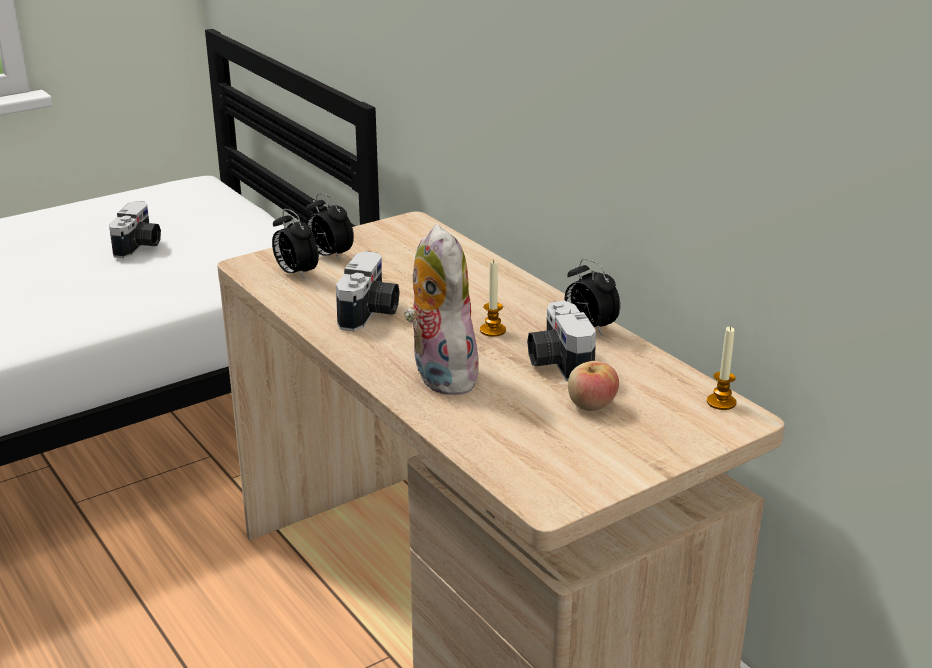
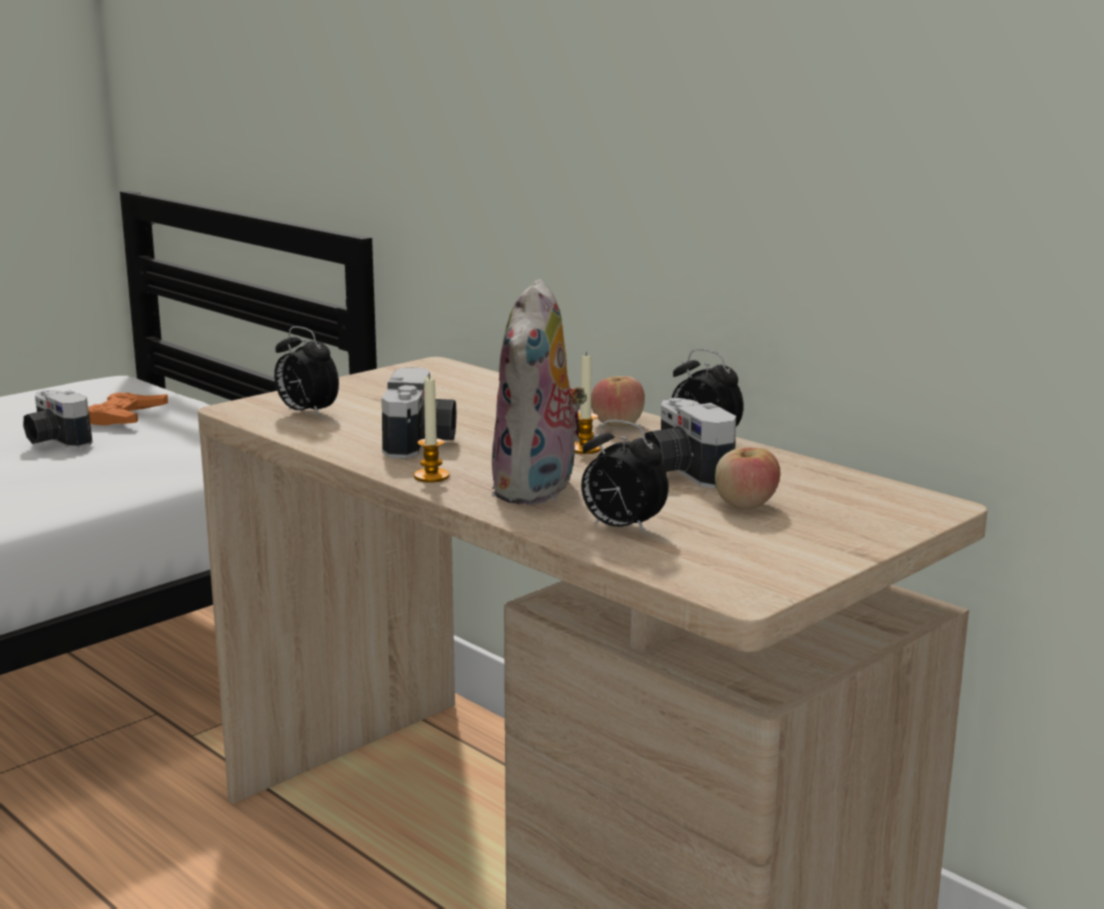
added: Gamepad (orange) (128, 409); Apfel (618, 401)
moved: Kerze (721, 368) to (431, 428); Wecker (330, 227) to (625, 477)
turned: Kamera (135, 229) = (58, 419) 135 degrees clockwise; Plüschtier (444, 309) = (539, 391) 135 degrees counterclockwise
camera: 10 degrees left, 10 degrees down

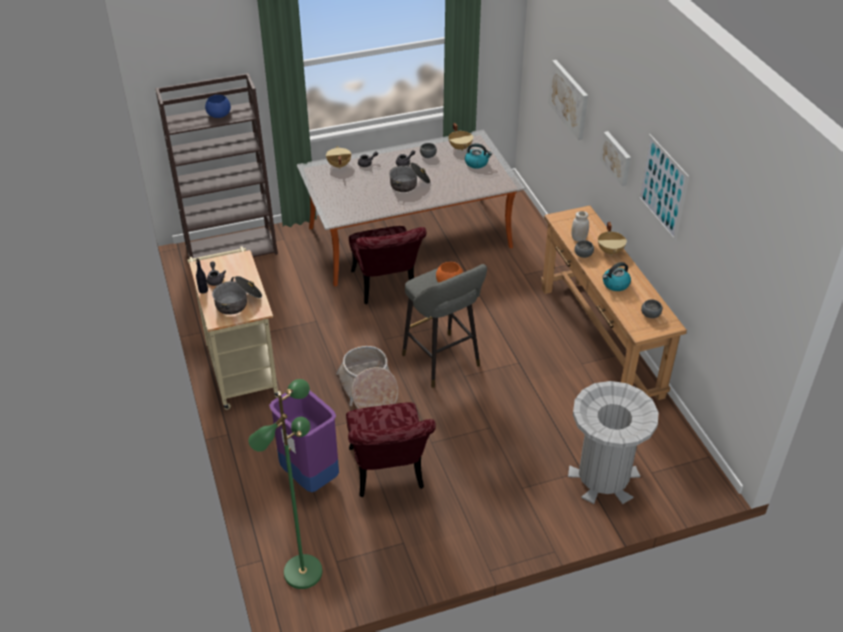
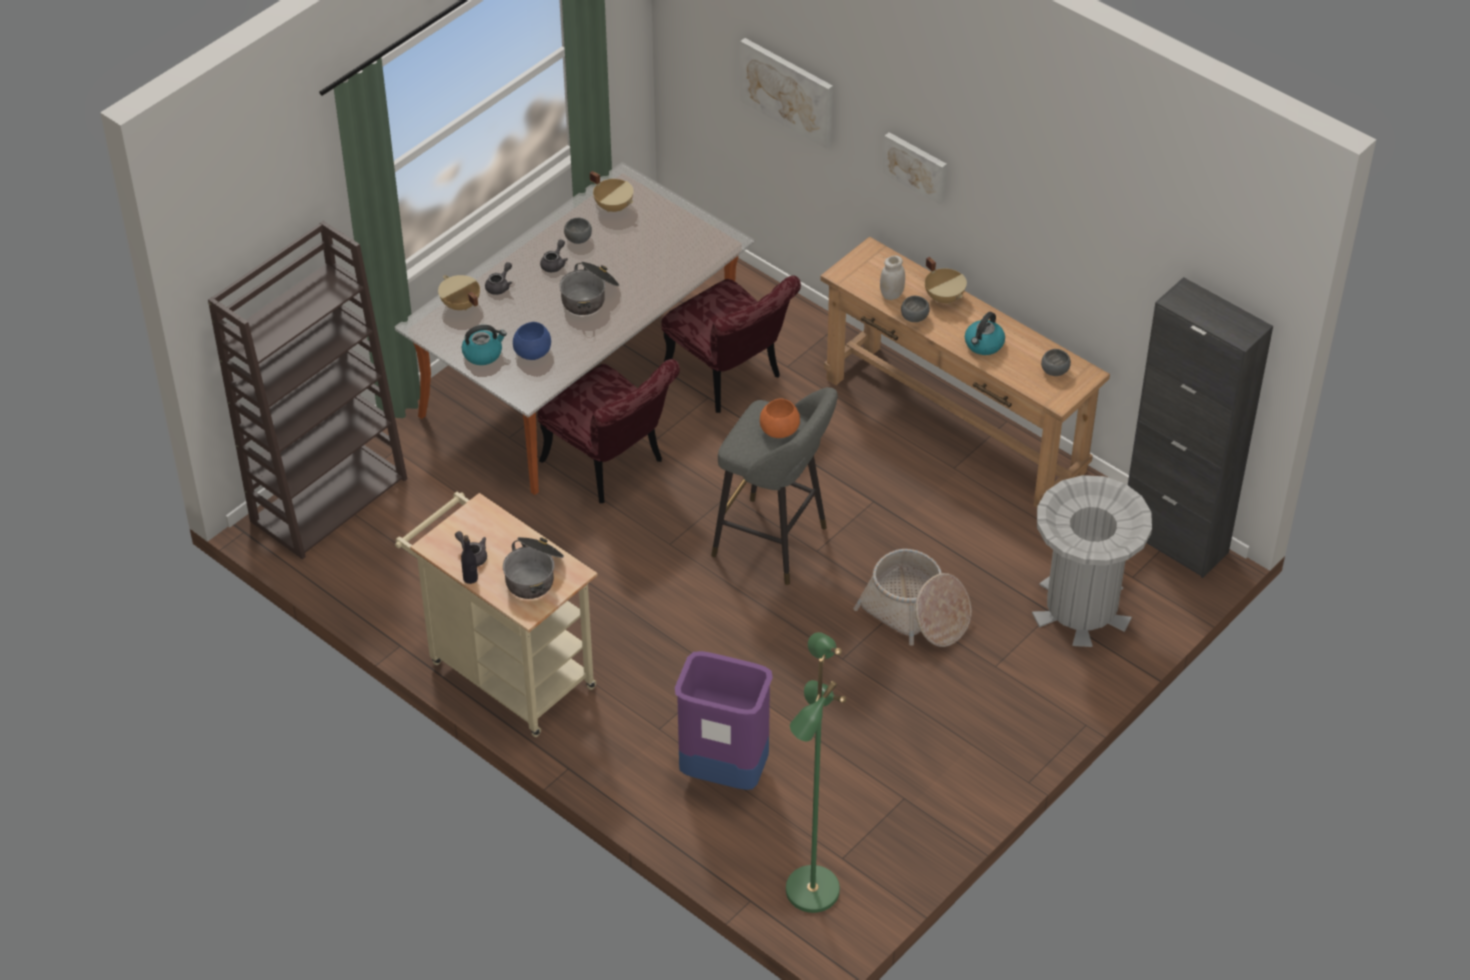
removed: Bild (663, 188)
added: Schrank (schwarz) (1200, 427)
moved: Wasserkessel (478, 156) to (484, 345); Schüssel (blau) (218, 106) to (532, 341); Stuhl (rot) (391, 449) to (731, 344); Korb (367, 377) to (912, 598)
camera: 30 degrees left, 5 degrees up

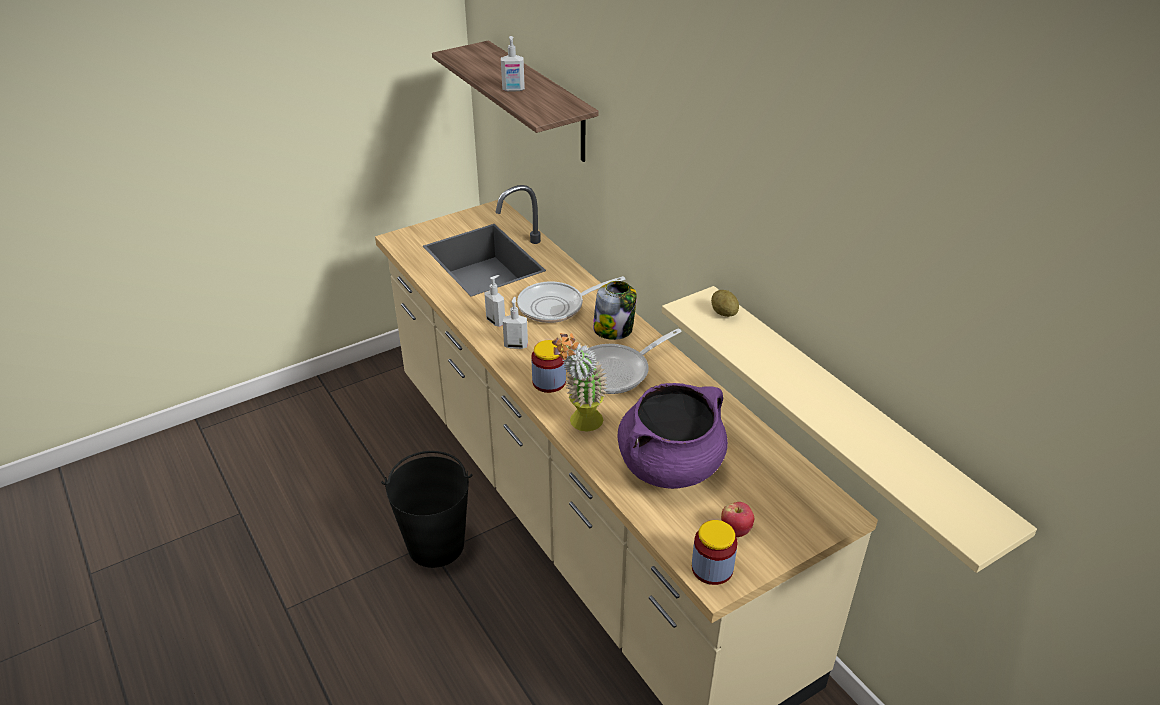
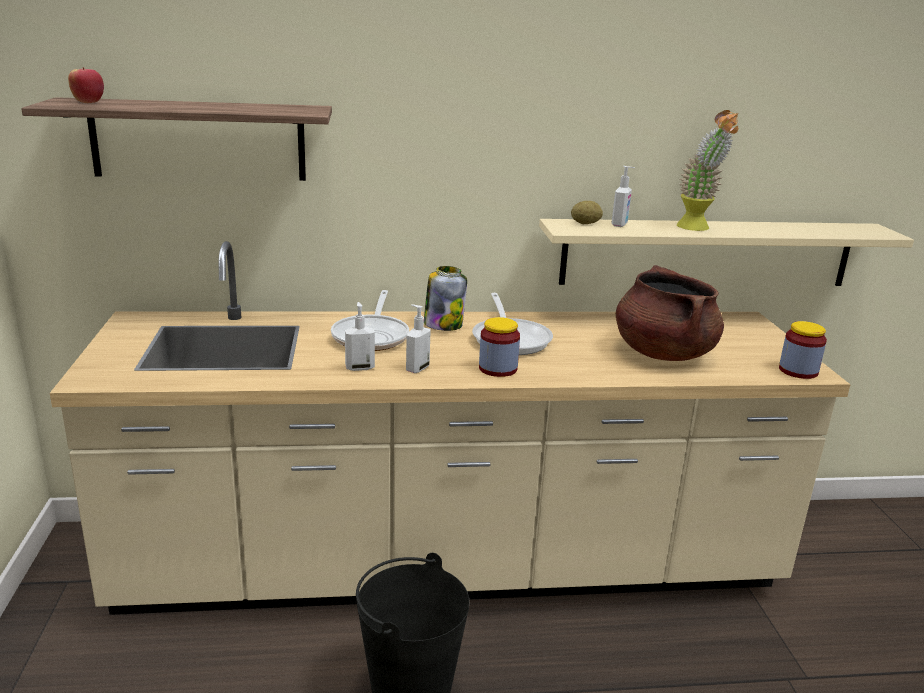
moved: Apfel (737, 519) to (86, 85); Seifenspender (513, 64) to (623, 196); Topfpflanze (579, 382) to (708, 170)
recoloured: Kochtopf (lila) (673, 436) to Kochtopf (braun) (670, 313)
camera: 65 degrees left, 15 degrees down

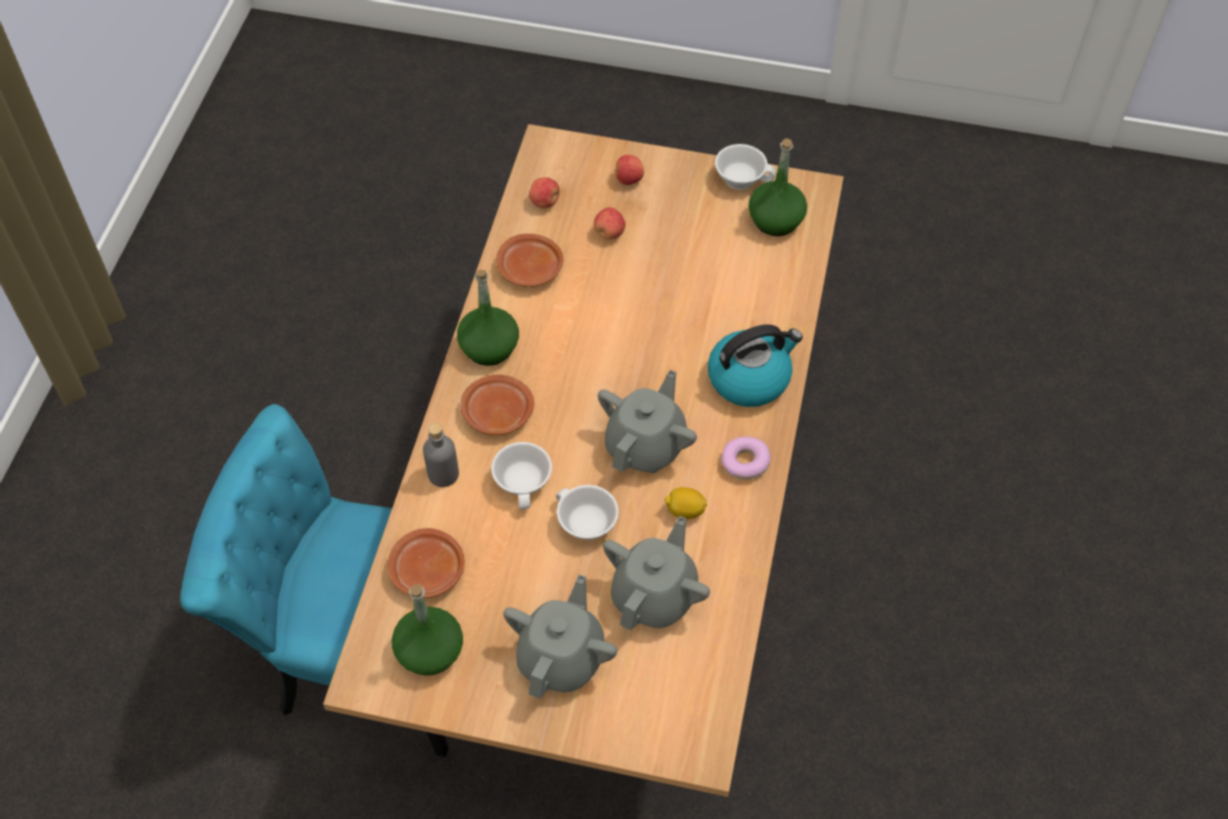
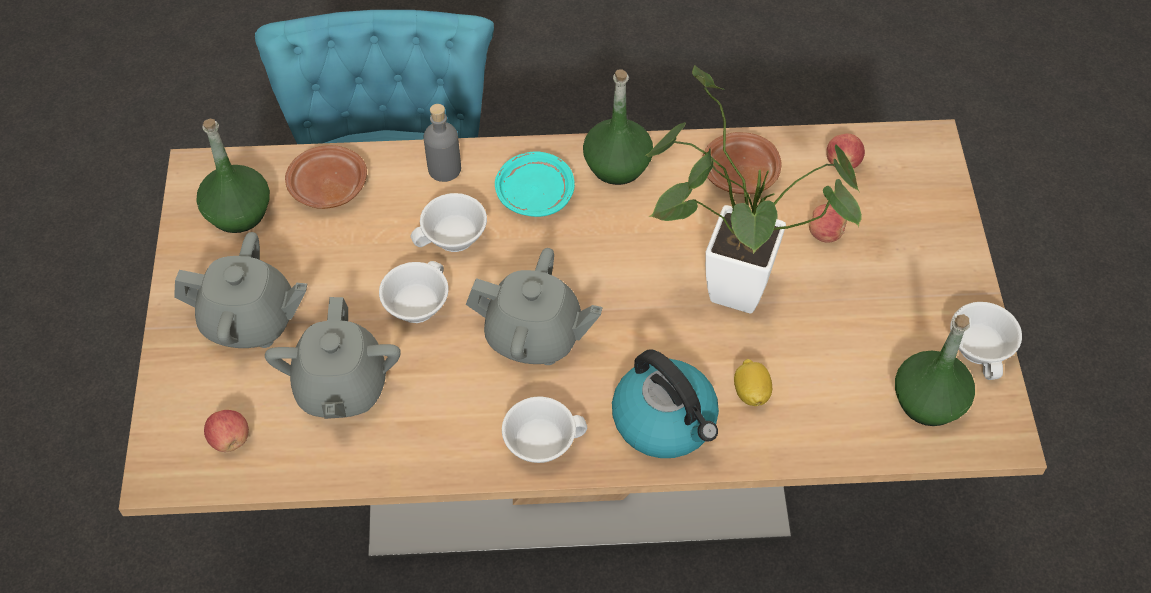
added: Topfpflanze (753, 189)
moved: Apfel (629, 170) to (226, 431); Zitrone (686, 503) to (753, 382)
replaced: Donut (745, 458) to Tasse (weiß) (545, 430)
recoloured: Teller (braun) (497, 405) to Teller (türkis) (535, 184)
turned: Teekanne (grau) (656, 573) = (333, 358) 75 degrees clockwise
camera: 75 degrees right, 0 degrees up

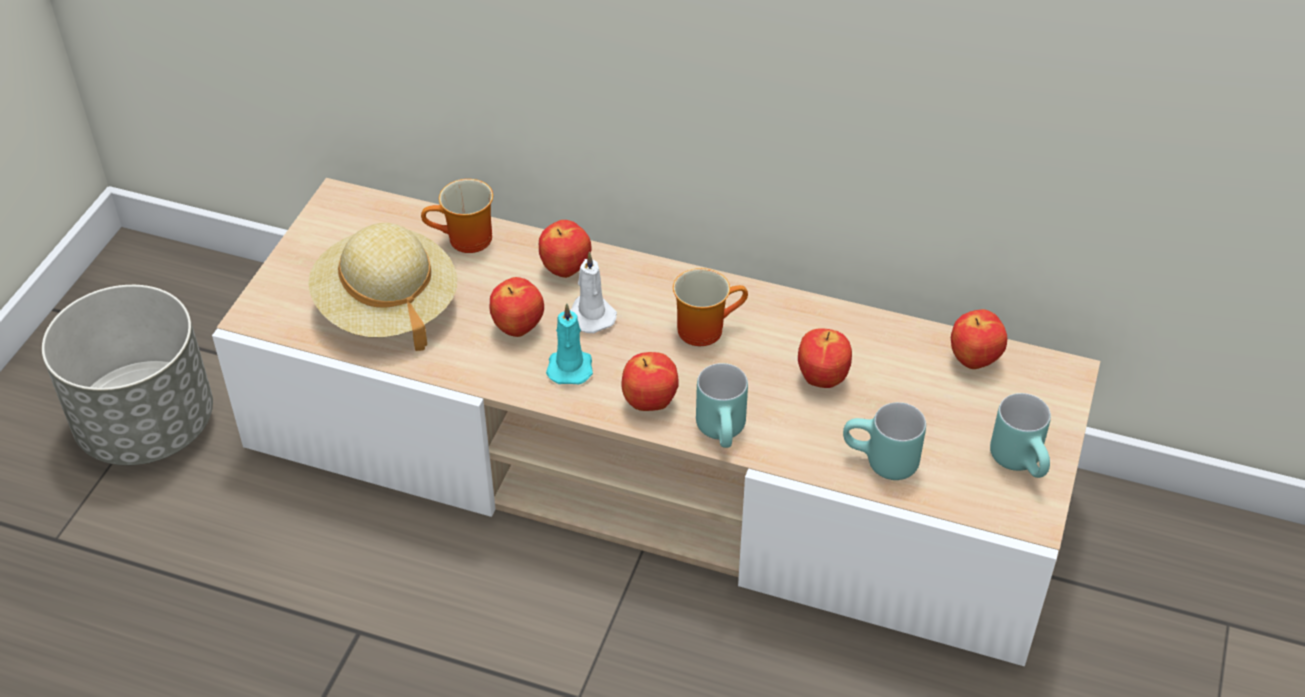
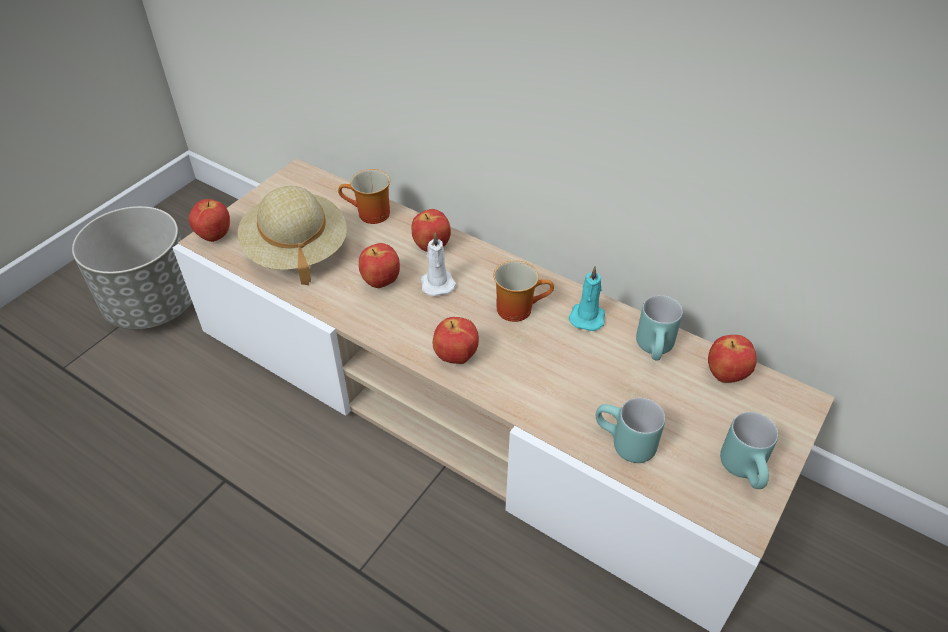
moved: Apfel (825, 358) to (209, 220); Kerze (türkis) (569, 343) to (586, 298); Henkelbecher (türkis) (722, 405) to (659, 328)
camera: 15 degrees right, 0 degrees up

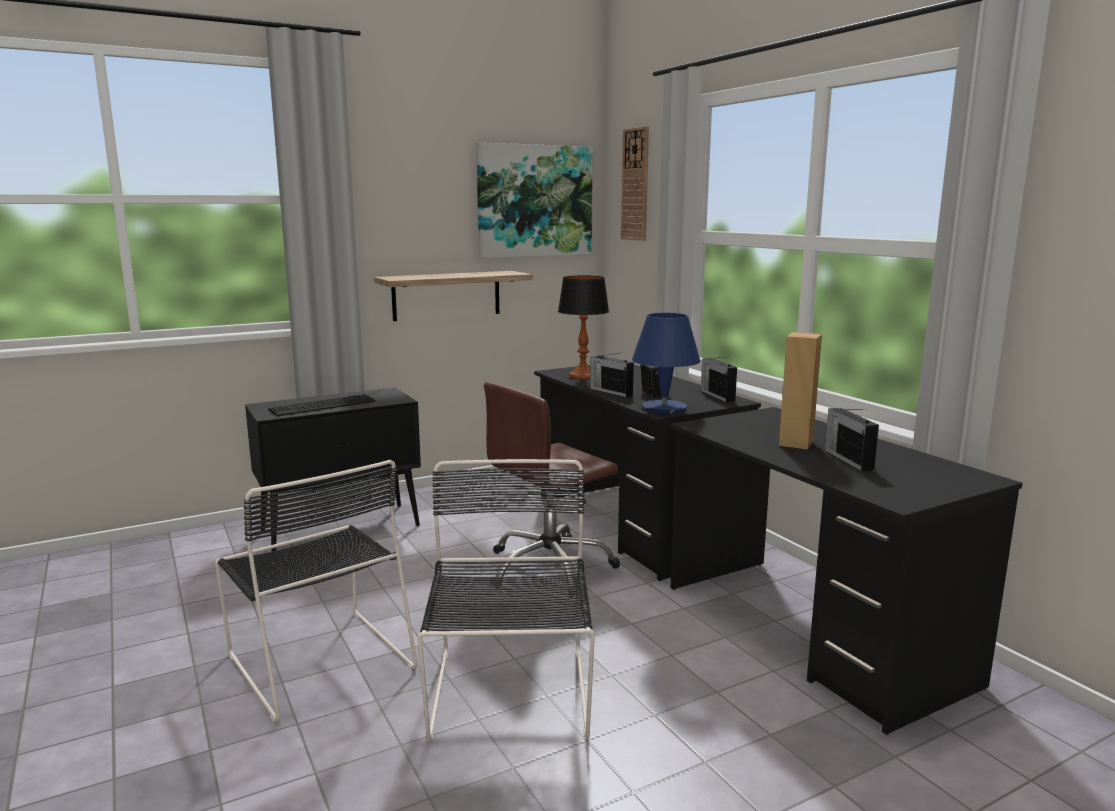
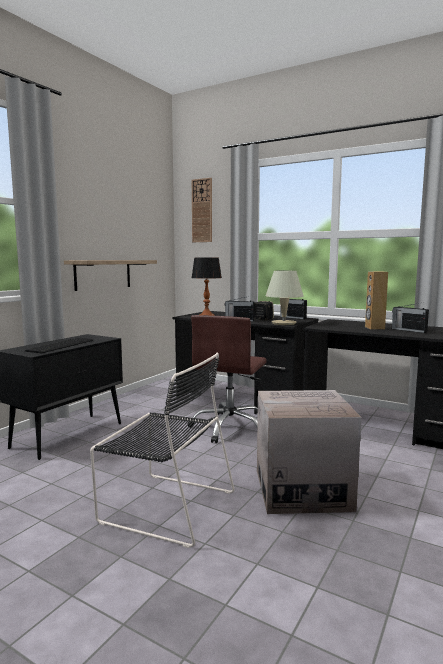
removed: Bild (534, 200)
replaced: Stuhl (schwarz) (506, 600) to Karton (309, 452)
recoloured: Tischlampe (blau) (666, 363) to Tischlampe (beige) (285, 298)
camera: 30 degrees left, 5 degrees down

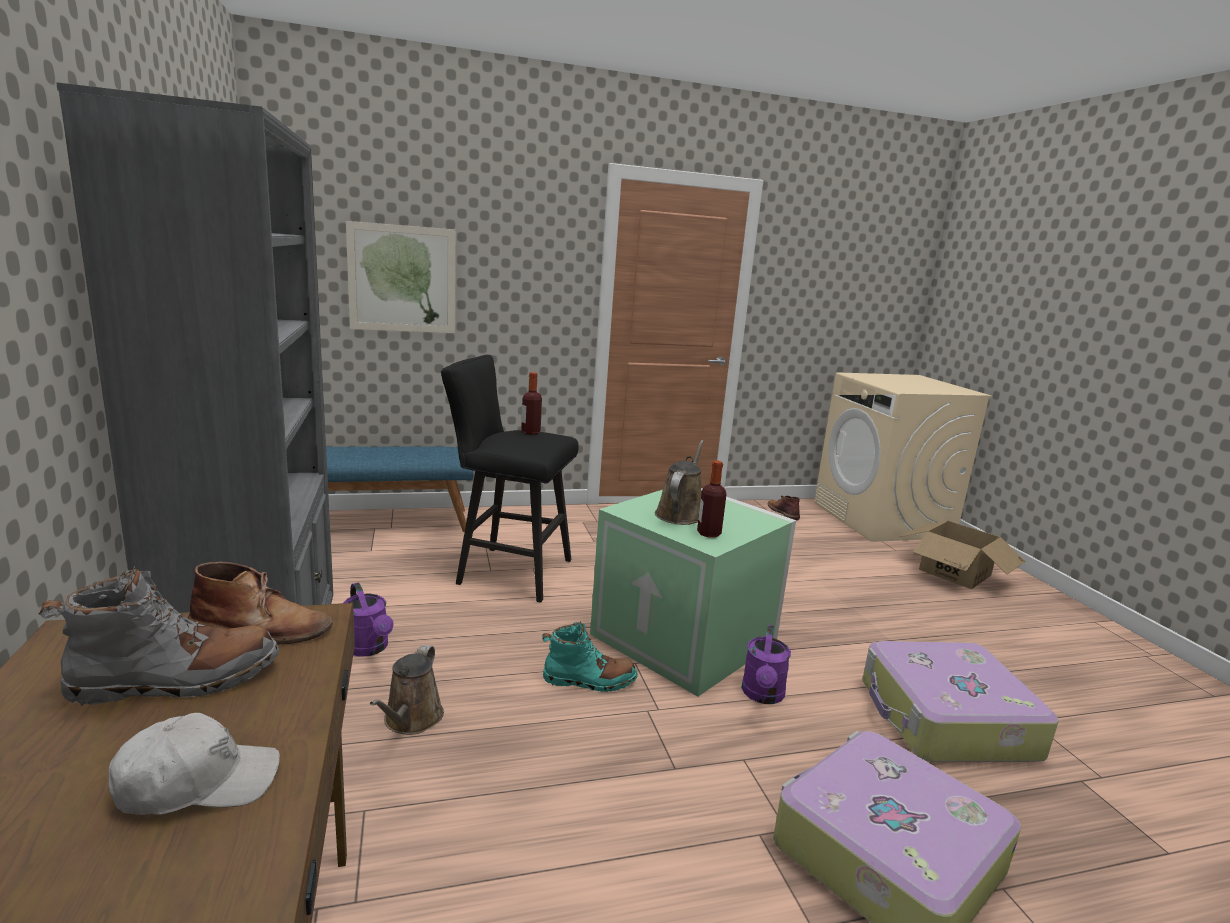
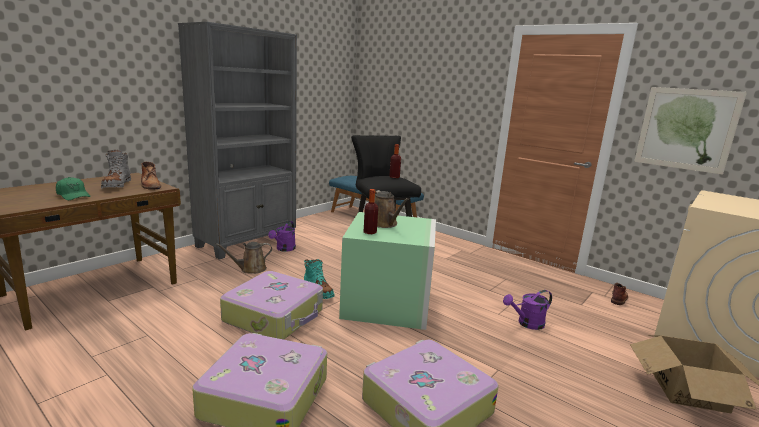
added: Koffer (271, 305)
moved: Gießkanne (lila) (766, 664) to (527, 310); Bild (401, 277) to (690, 131)
recoloured: Kappe (weiß) (194, 764) to Kappe (grün) (73, 188)
turned: Stiefel (grau) (159, 636) = (116, 169) 45 degrees clockwise; Gießkanne (braun) (679, 482) = (392, 209) 75 degrees clockwise
camera: 55 degrees right, 0 degrees up

